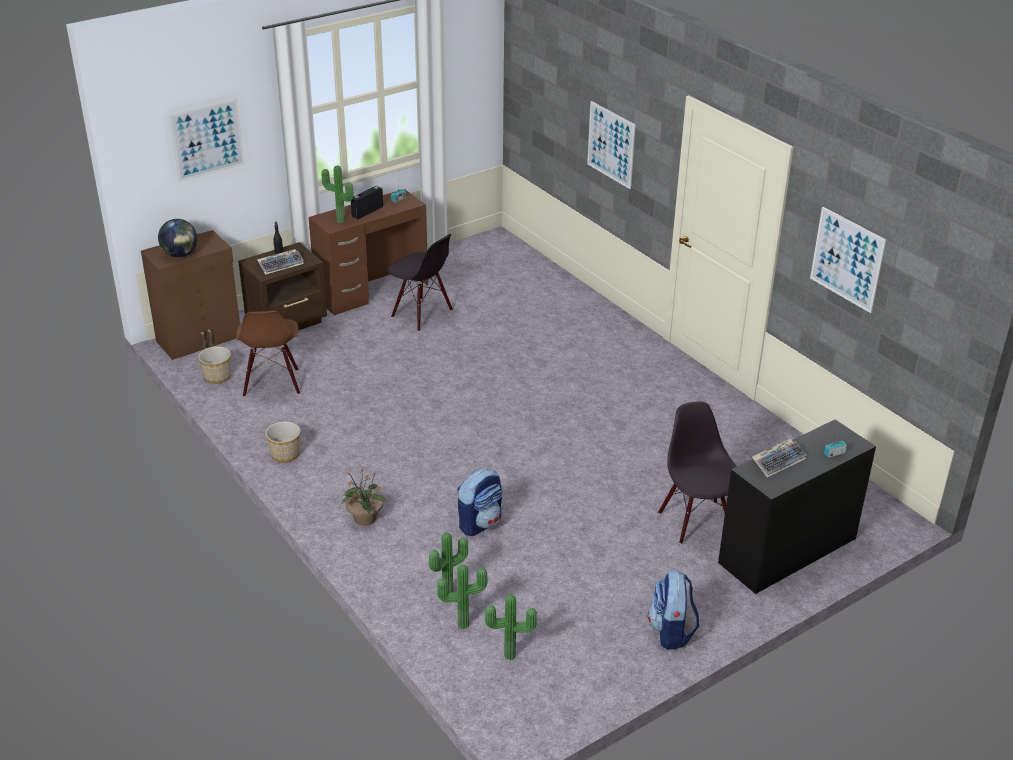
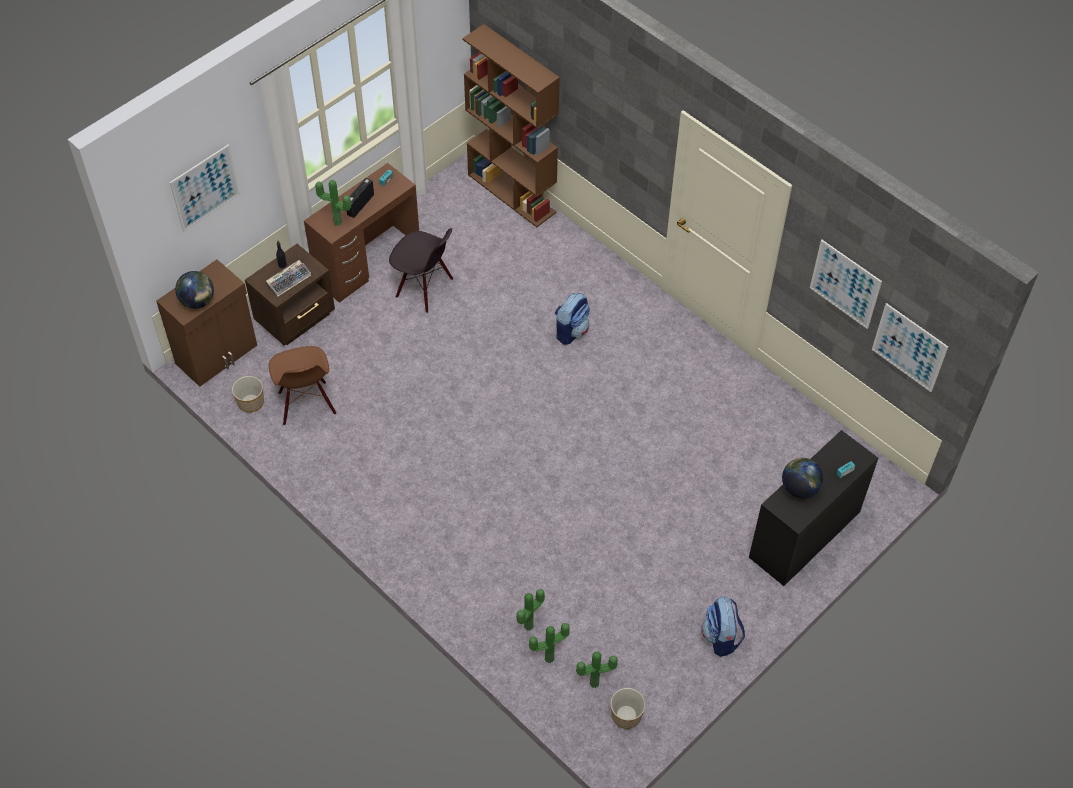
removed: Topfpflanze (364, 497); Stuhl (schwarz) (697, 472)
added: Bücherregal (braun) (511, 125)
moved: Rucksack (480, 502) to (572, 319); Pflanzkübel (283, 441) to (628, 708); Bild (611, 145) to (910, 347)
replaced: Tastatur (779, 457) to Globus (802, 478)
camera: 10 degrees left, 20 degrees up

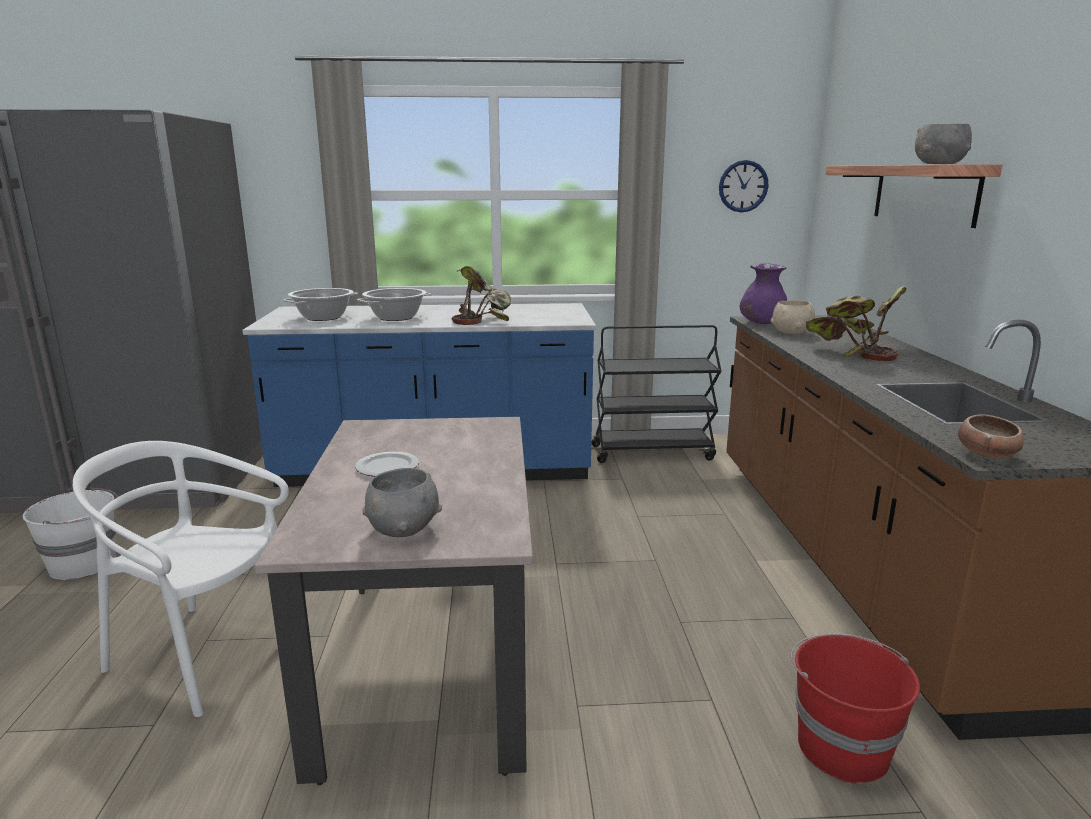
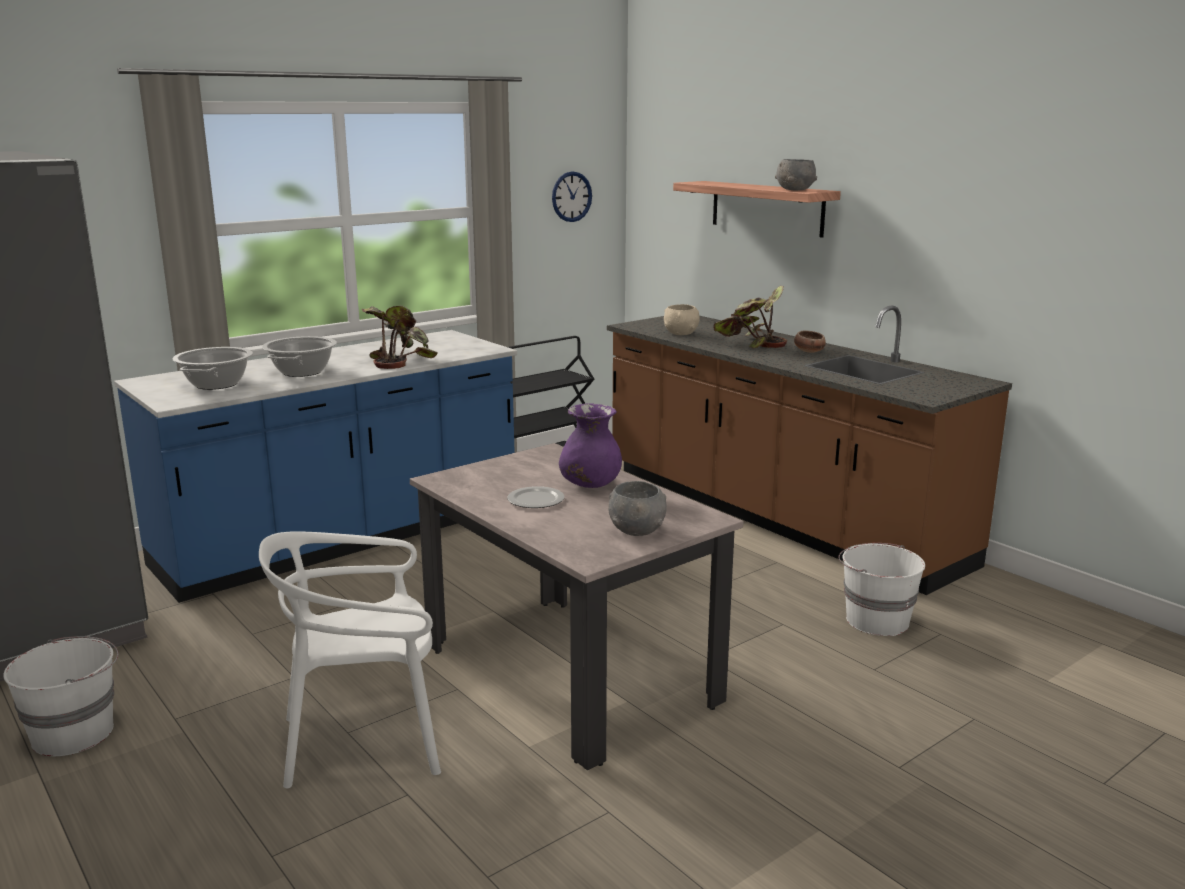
moved: Vase (lila) (763, 293) to (590, 445); Schüssel (991, 436) to (810, 341)
recoloured: Eimer (rot) (855, 709) to Eimer (weiß) (881, 589)
camera: 35 degrees left, 0 degrees up

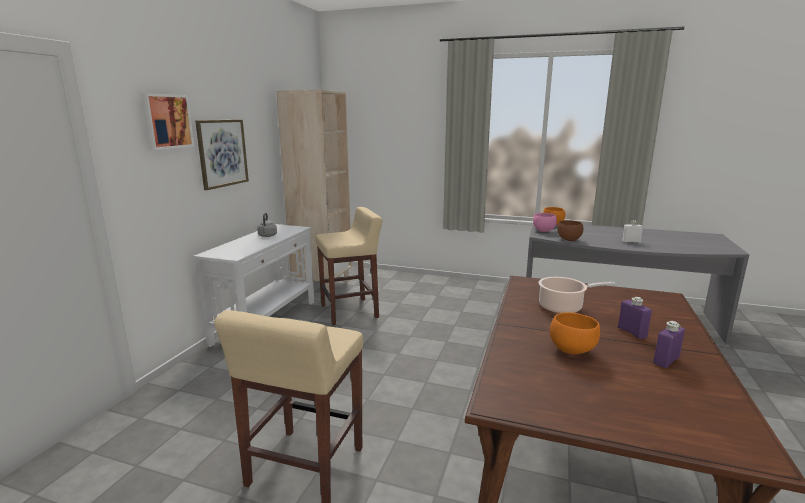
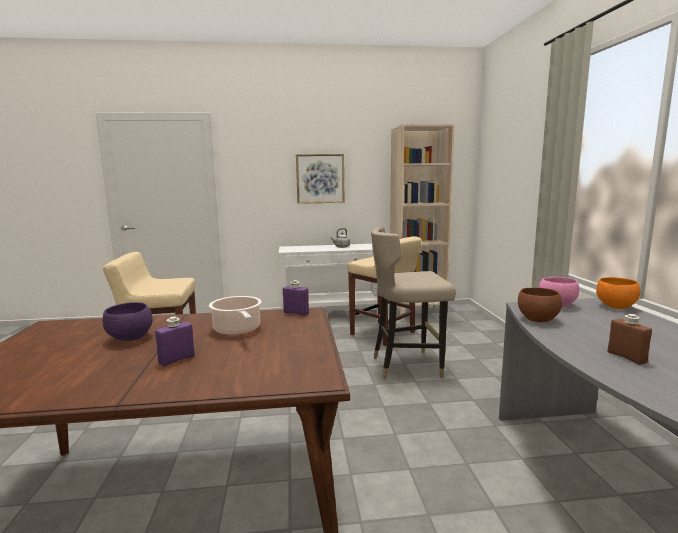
removed: Bild (167, 121)
added: Hocker (beige) (413, 303)
moved: Flasche (lila) (669, 344) to (296, 298)
recoloured: Schüssel (orange) (575, 333) to Schüssel (lila) (127, 321); Flasche (weiß) (632, 231) to Flasche (braun) (630, 339)
camera: 65 degrees right, 5 degrees down

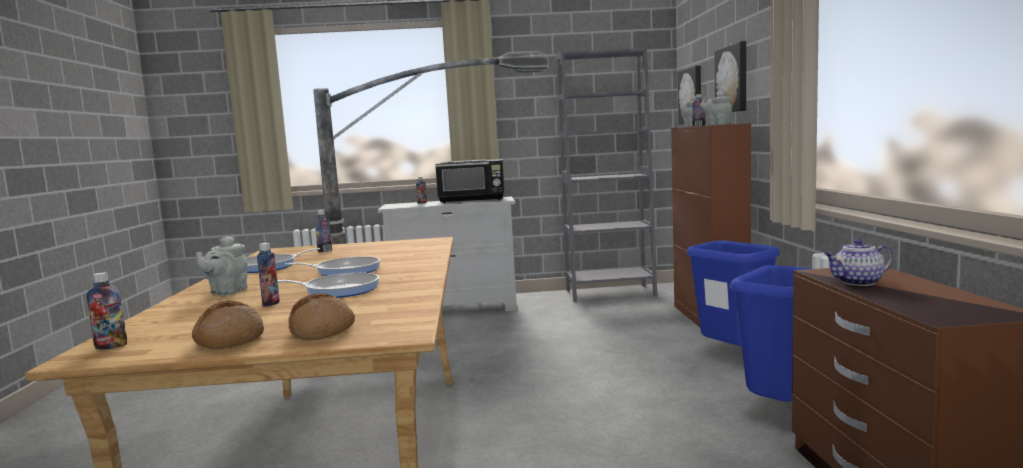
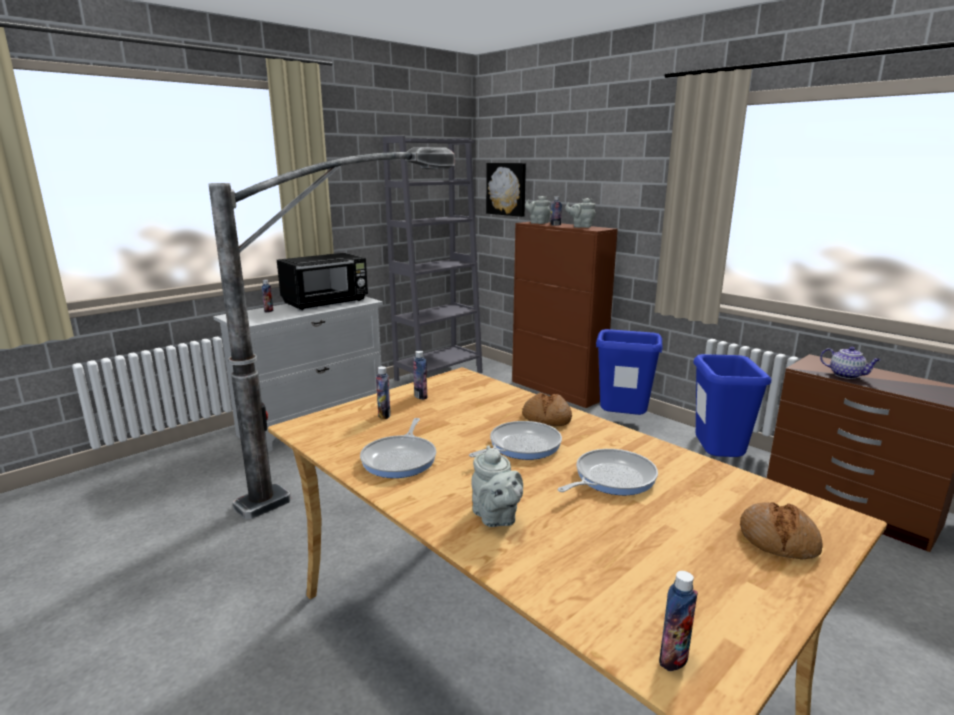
removed: Bild (731, 76)
moved: Flasche (268, 275) to (420, 375); Brot (228, 325) to (547, 409)
turned: Teekanne (858, 262) = (850, 363) 90 degrees counterclockwise
camera: 40 degrees left, 10 degrees up

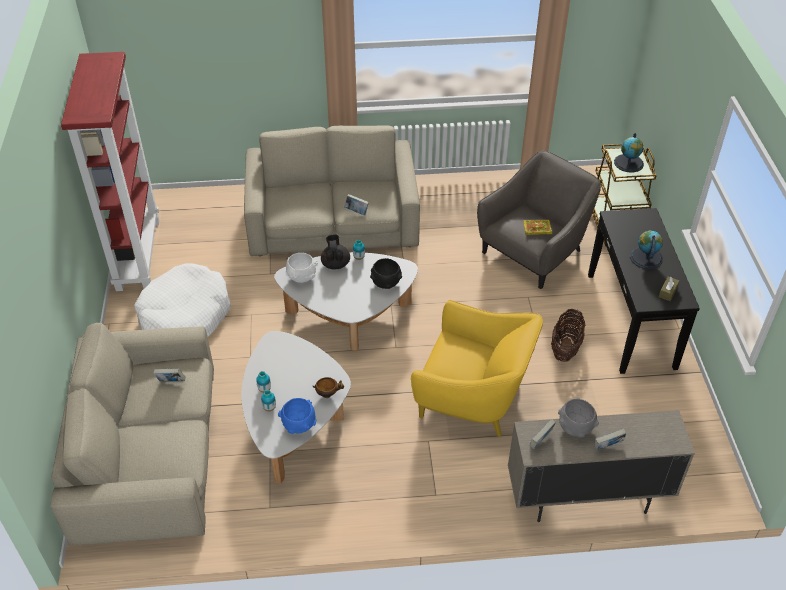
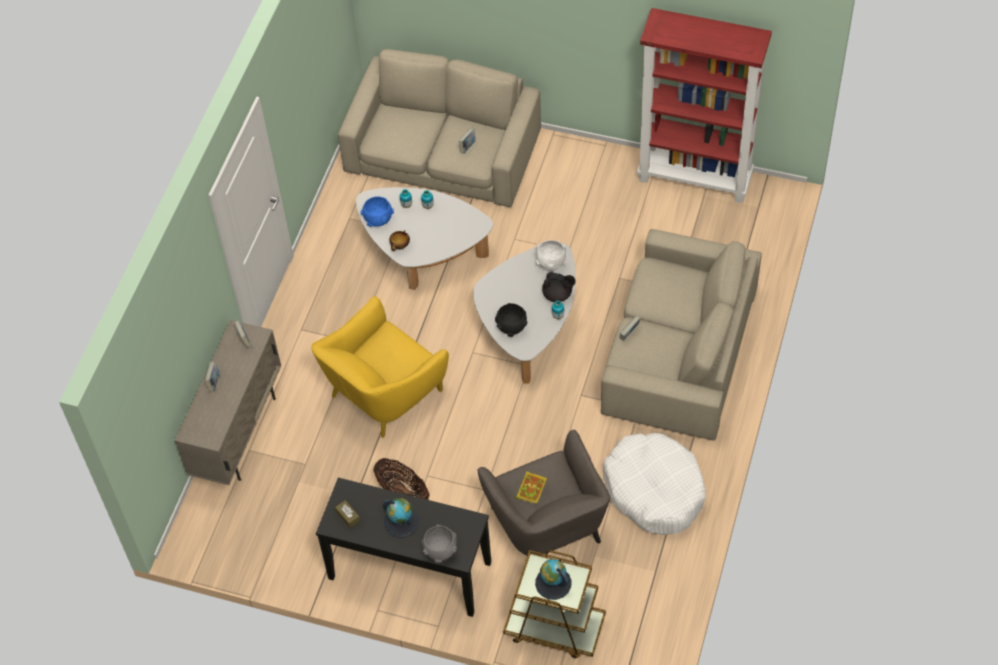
moved: Schüssel (grau) (578, 418) to (439, 543); Hundebett (weiß) (182, 300) to (654, 484)
camera: 115 degrees right, 10 degrees up

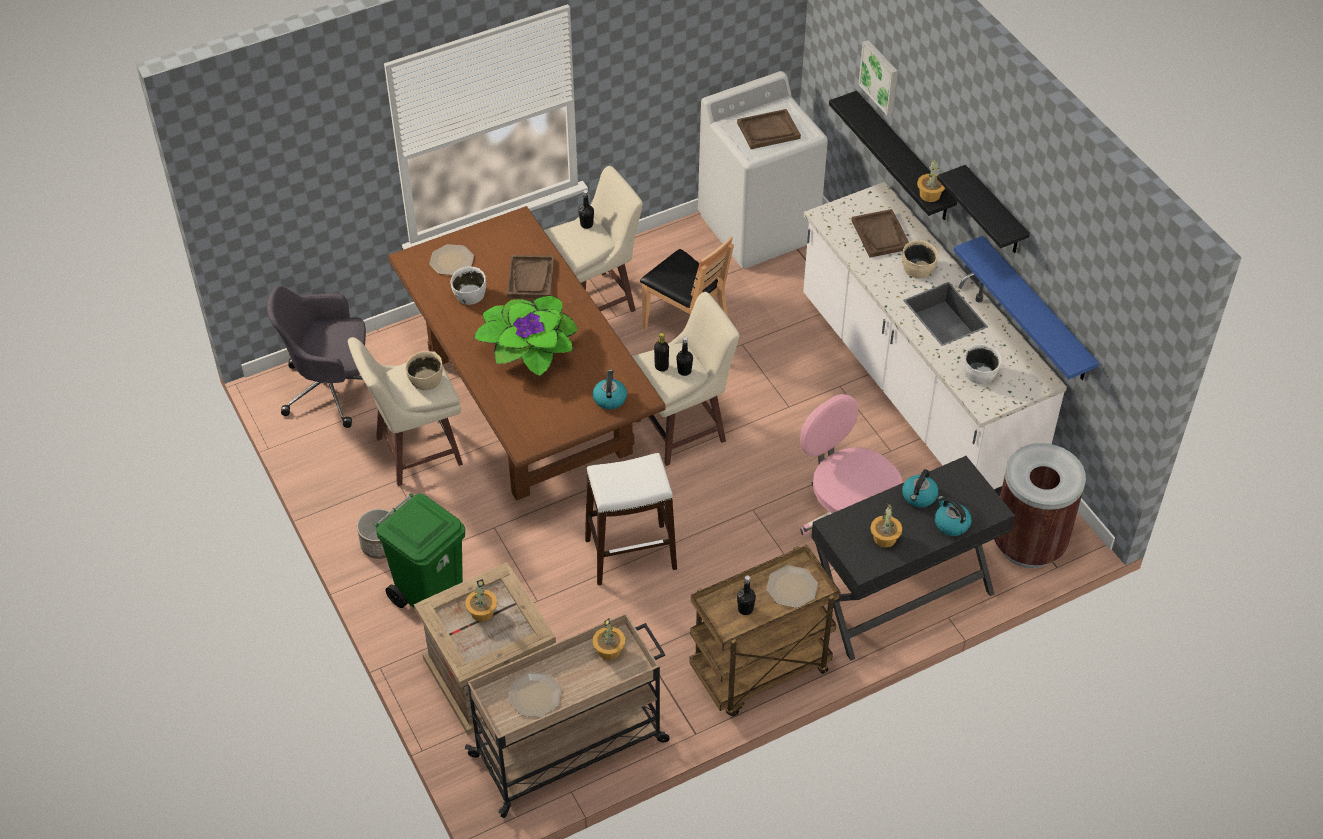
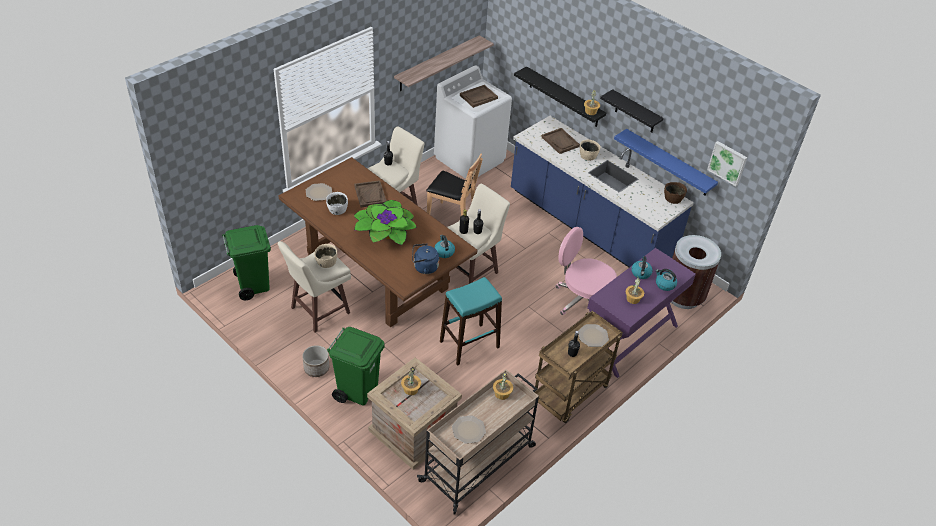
removed: Schüssel (weiß) (982, 364)
added: Wandregal (444, 63); Wasserkessel (blau) (425, 258); Schüssel (braun) (675, 193)
moved: Bild (878, 77) to (727, 163)
replaced: Bürostuhl (grau) (316, 356) to Mülleimer (grün) (246, 262)
recoloured: Hocker (weiß) (631, 519) to Hocker (türkis) (471, 321); Küchenzeile (weiß) (935, 339) to Küchenzeile (blau) (602, 191); Schreibtisch (schwarz) (913, 558) to Schreibtisch (lila) (641, 313)
camera: 20 degrees left, 5 degrees down

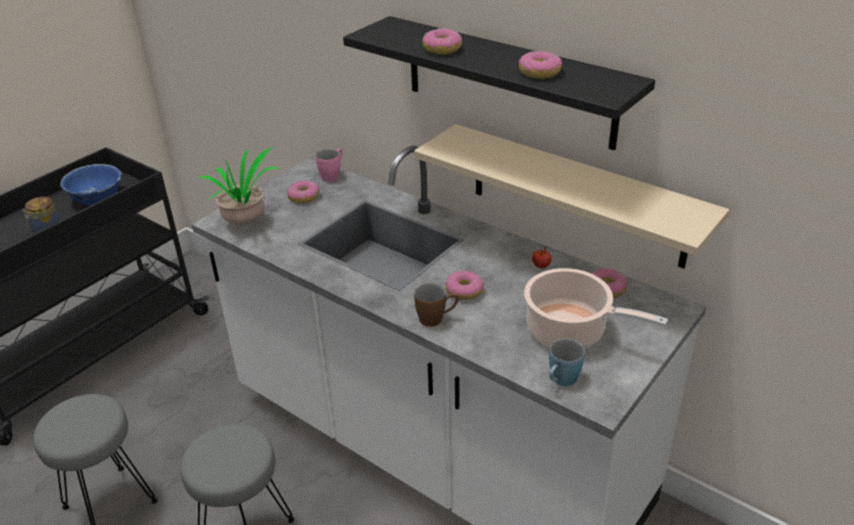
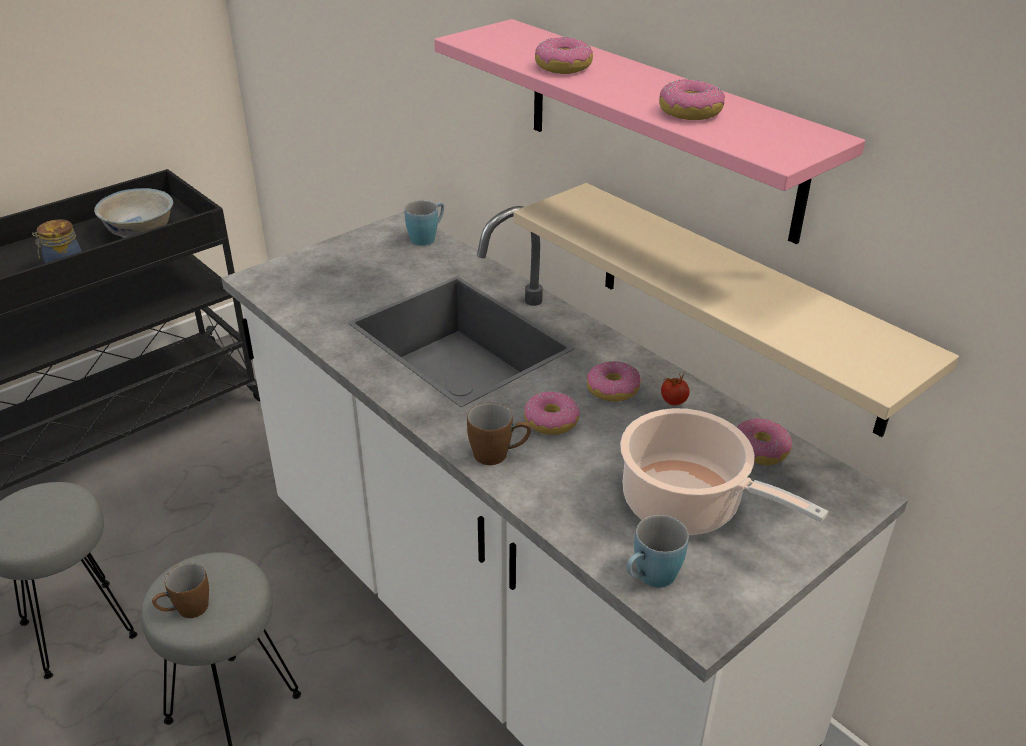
removed: Topfpflanze (239, 186)
added: Henkelbecher (braun) (180, 590)
moved: Donut (303, 191) to (614, 381)
recoloured: Schüssel (blau) (91, 184) to Schüssel (weiß) (133, 213); Henkelbecher (rosa) (329, 165) to Henkelbecher (blau) (424, 223); Wandregal (schwarz) (499, 83) to Wandregal (rosa) (649, 131)
camera: 10 degrees right, 0 degrees up

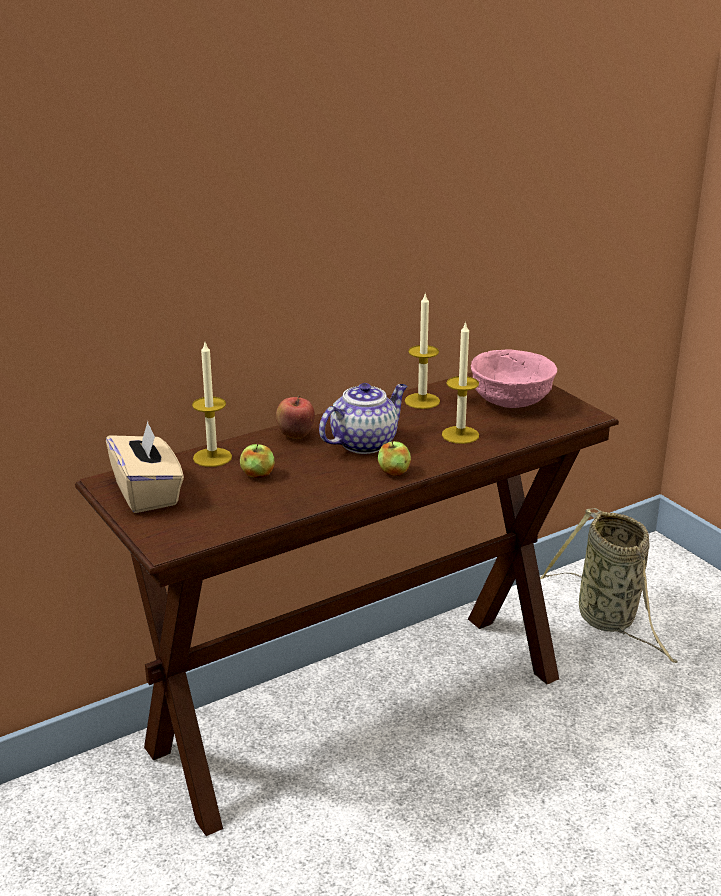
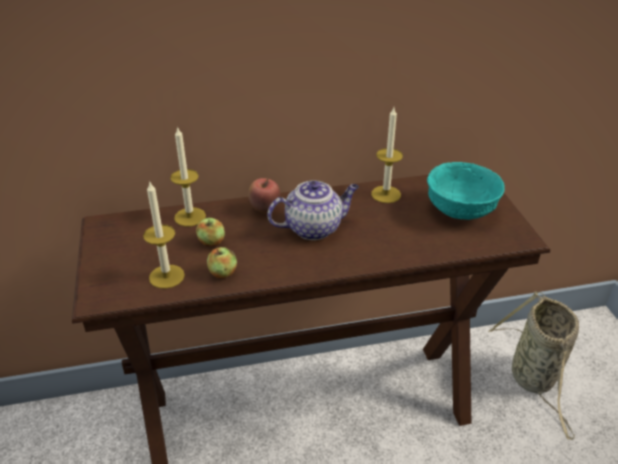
removed: Taschentuchbox (beige) (145, 467)
moved: Kerze (460, 382) to (164, 235); Apfel (394, 458) to (222, 263)
recoloured: Schüssel (rosa) (514, 378) to Schüssel (türkis) (466, 191)
camera: 20 degrees right, 10 degrees up

